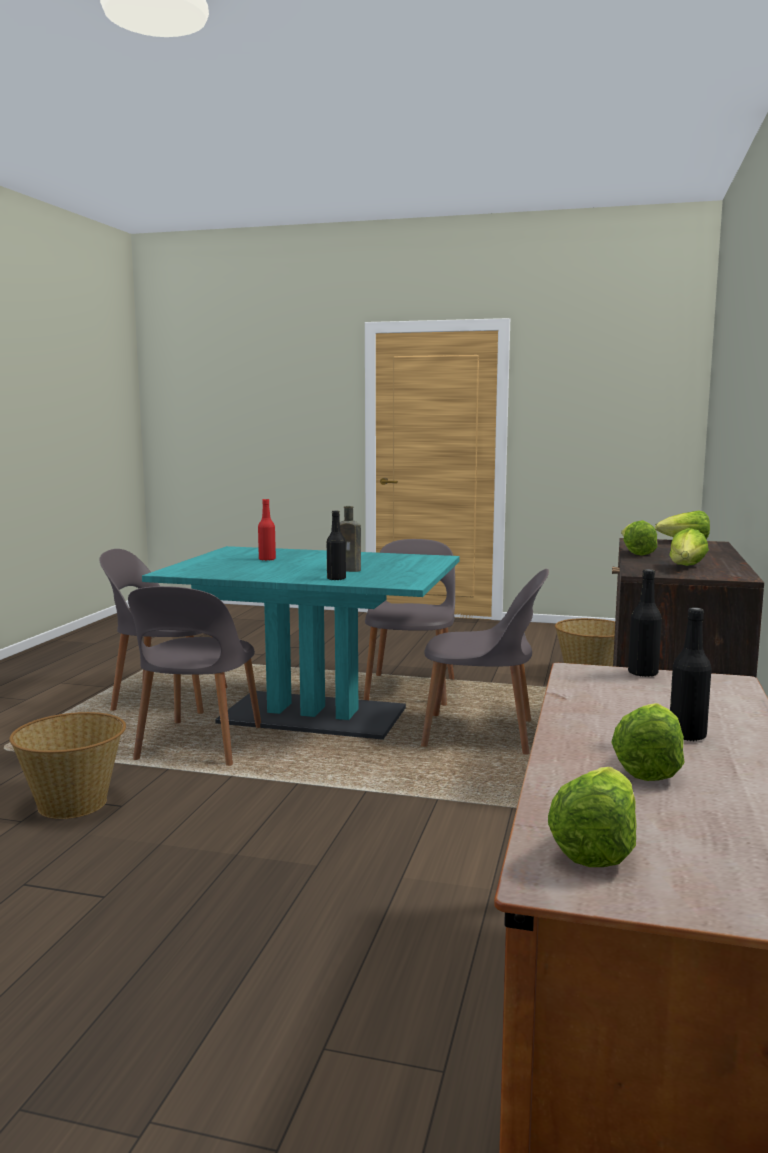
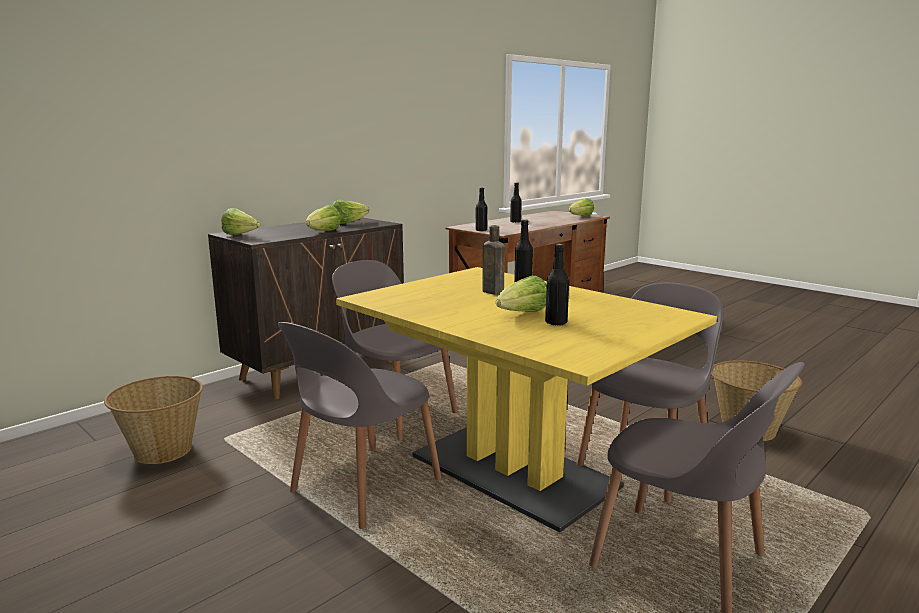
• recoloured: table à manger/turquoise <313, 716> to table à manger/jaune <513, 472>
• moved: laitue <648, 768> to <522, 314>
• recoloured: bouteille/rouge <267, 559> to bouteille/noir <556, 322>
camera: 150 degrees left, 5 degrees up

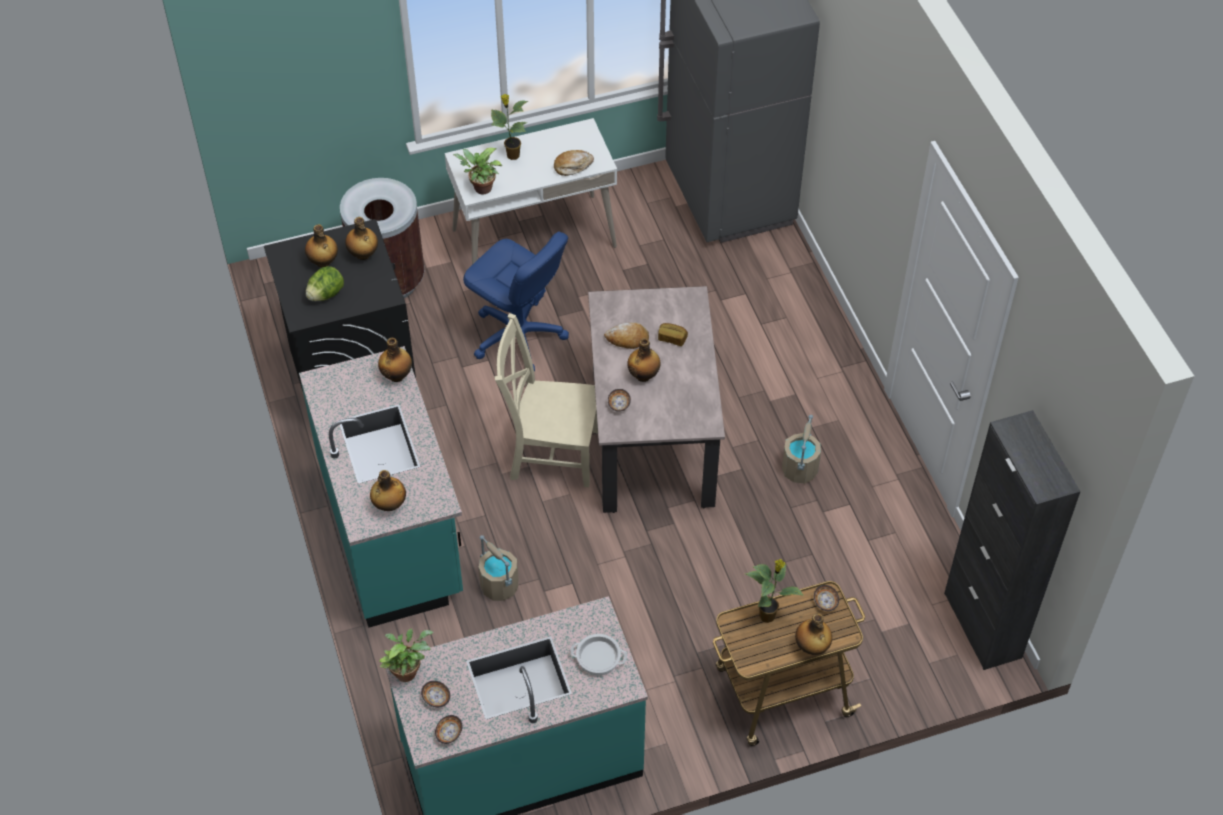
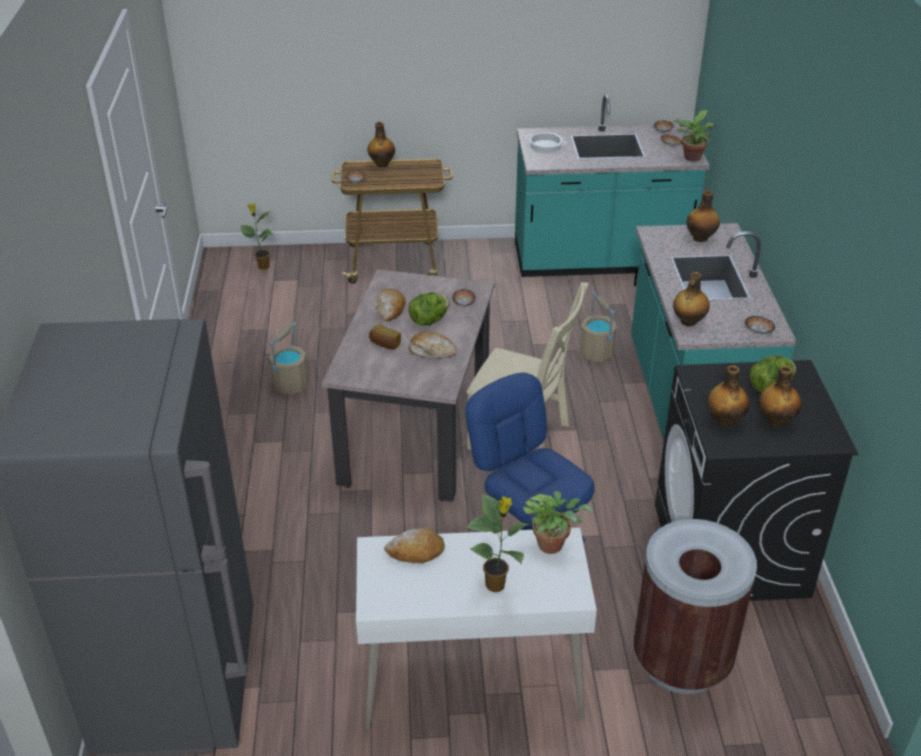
• moved: plante en pot <768, 615> to <262, 266>
• added: pain <390, 309>
• replaced: bouteille <644, 375> to laitue <429, 320>
• added: bol <758, 331>
• removed: meuble de rangement/noir <982, 625>
camera: 165 degrees left, 15 degrees down

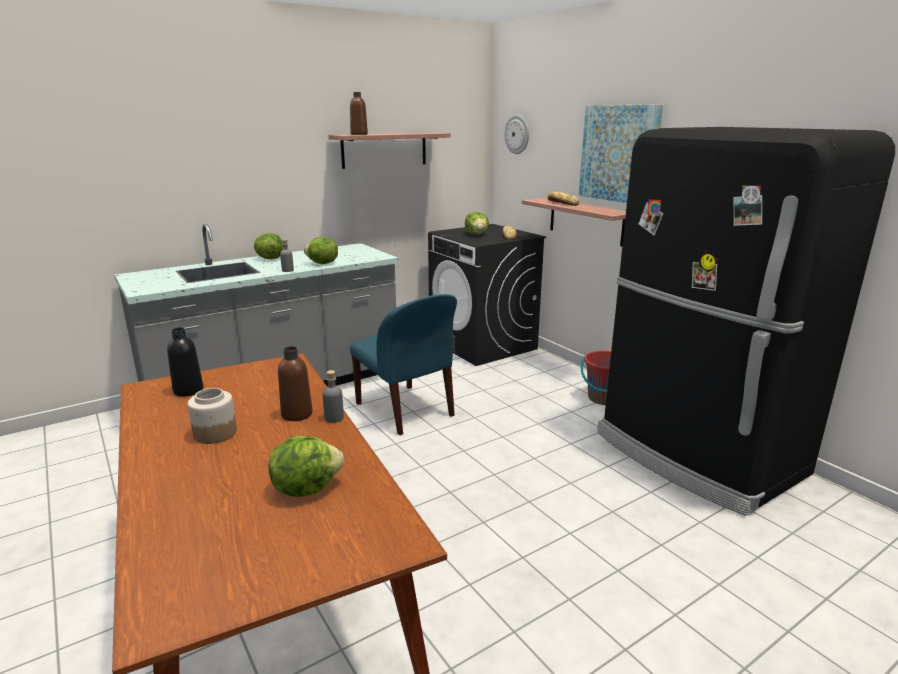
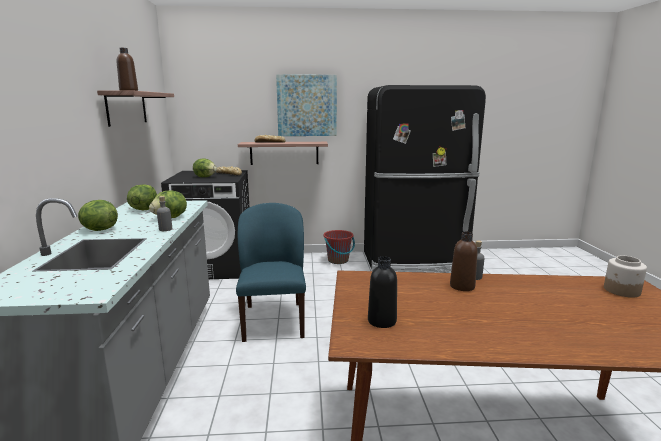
• moved: laitue <306, 488> to <144, 209>
• turned: chaise/bleu <406, 410> = <274, 320> 90 degrees counterclockwise
• moved: bocal <214, 433> to <621, 291>
• removed: horloge murale <517, 134>
camera: 60 degrees left, 5 degrees down

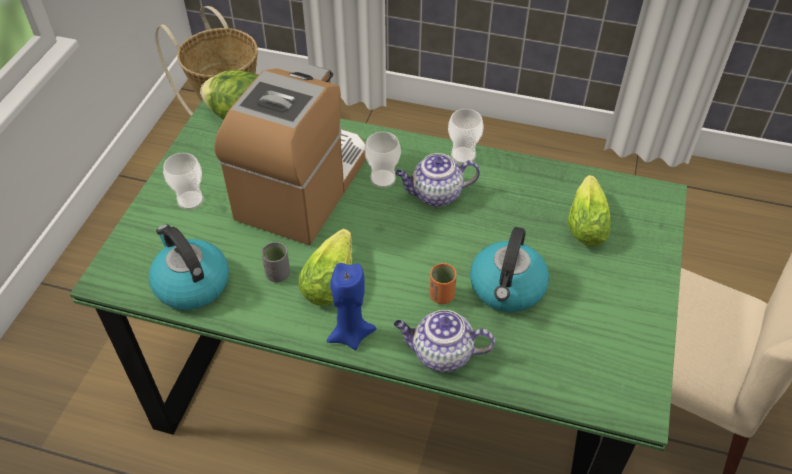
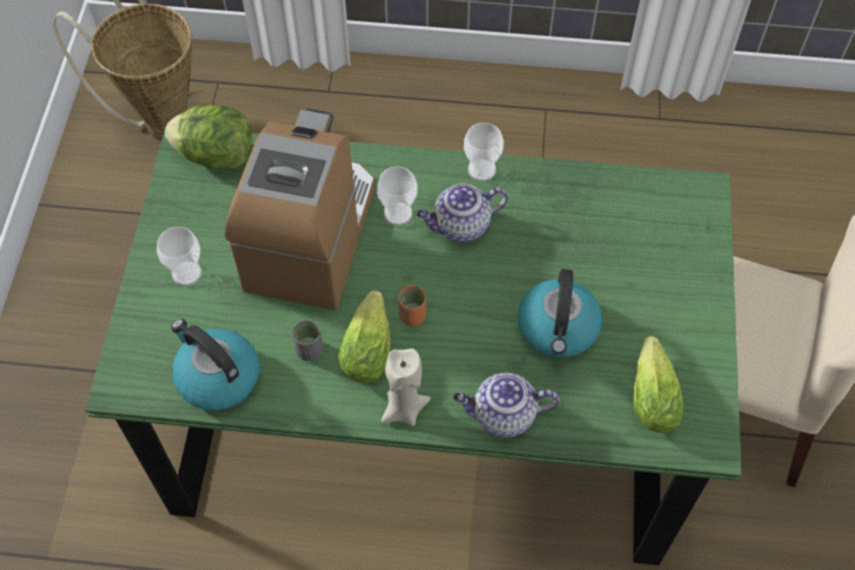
• recoloured: bougie/bleu <350, 335> to bougie/beige <404, 409>
• moved: tasse/orange <441, 296> to <412, 316>
• moved: laitue <586, 222> to <652, 393>
camera: 10 degrees left, 10 degrees up

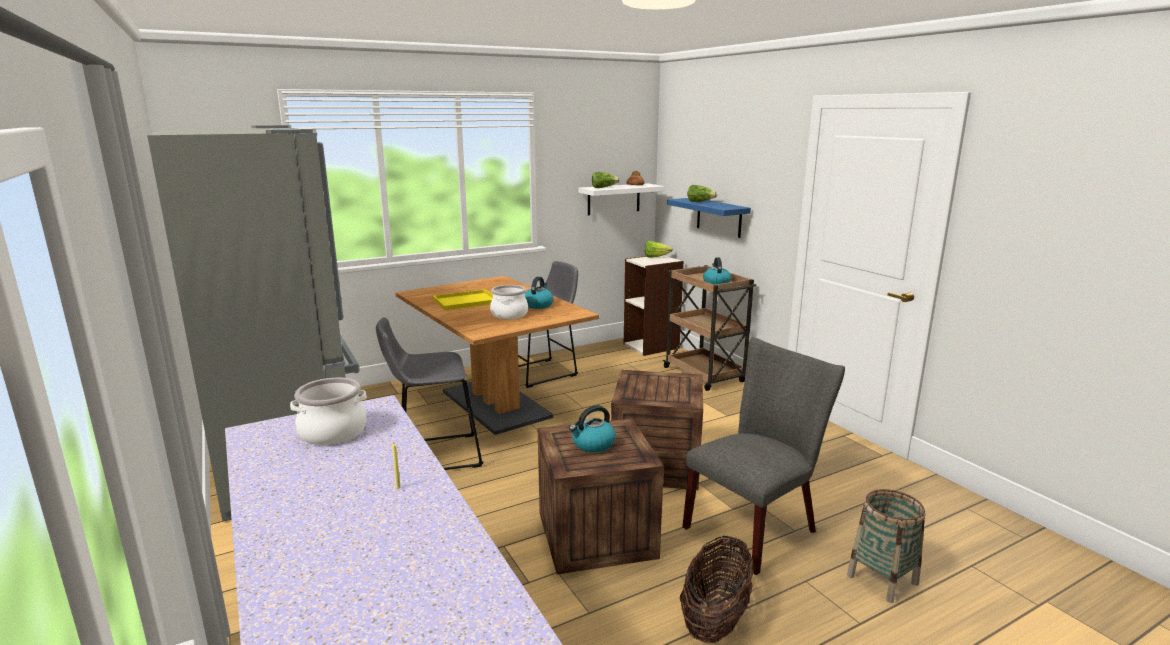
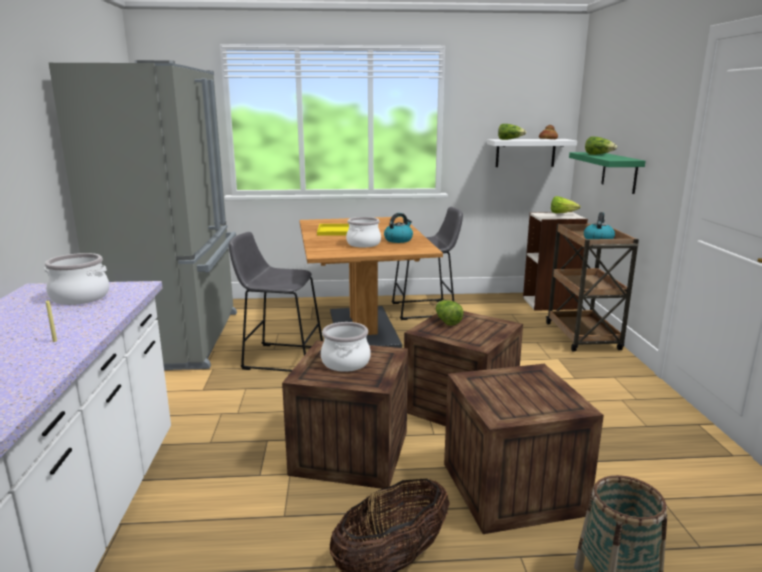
• replaced: bouilloire <593, 444> to marmite <346, 362>
• added: laitue <447, 321>
• replaced: chaise/gris <756, 527> to caisse <512, 488>
• recoloured: étagère/bleu <719, 217> to étagère/vert <619, 172>
camera: 25 degrees right, 0 degrees up

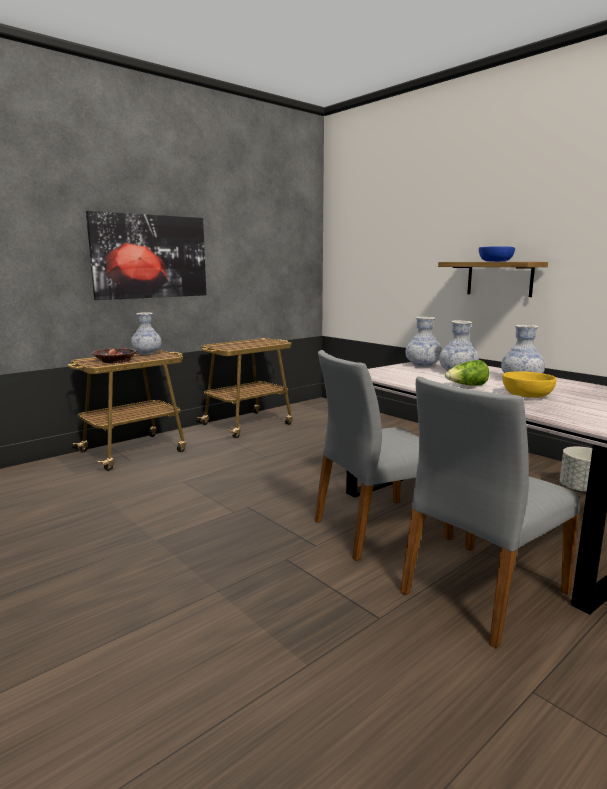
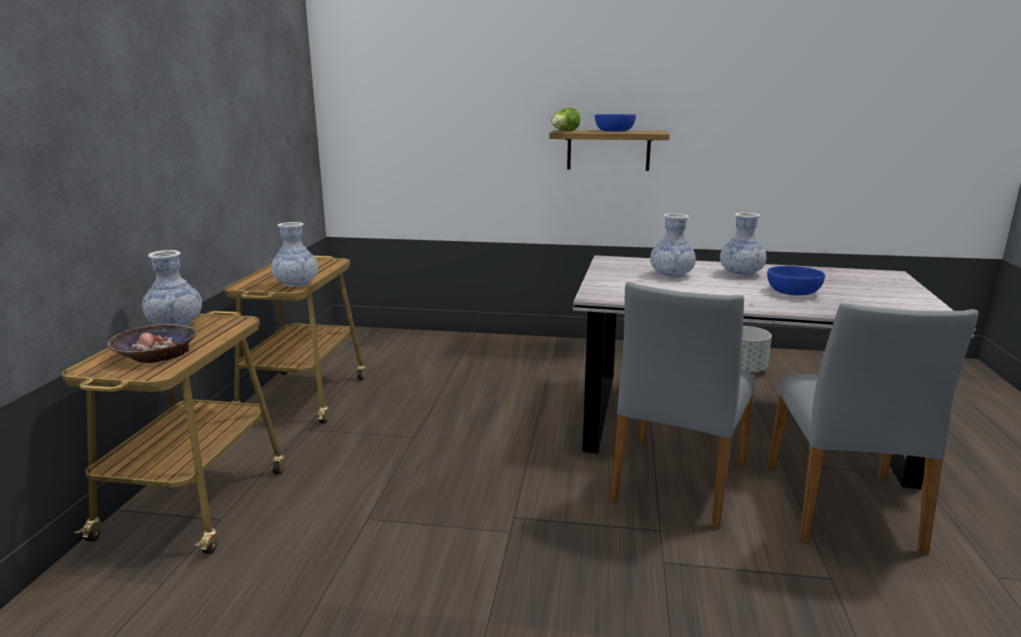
• moved: vase <422, 365> to <296, 283>
• moved: laitue <467, 386> to <564, 131>
• recoloured: bol/jaune <527, 395> to bol/bleu <792, 292>
• removed: tableau <150, 256>
camera: 40 degrees left, 5 degrees up

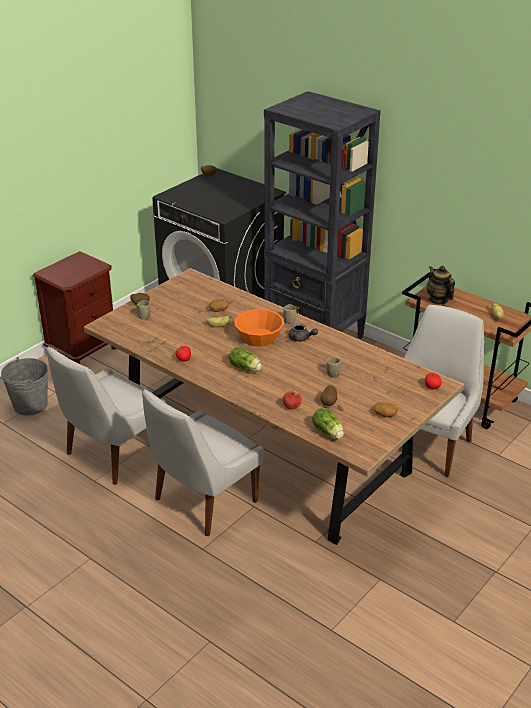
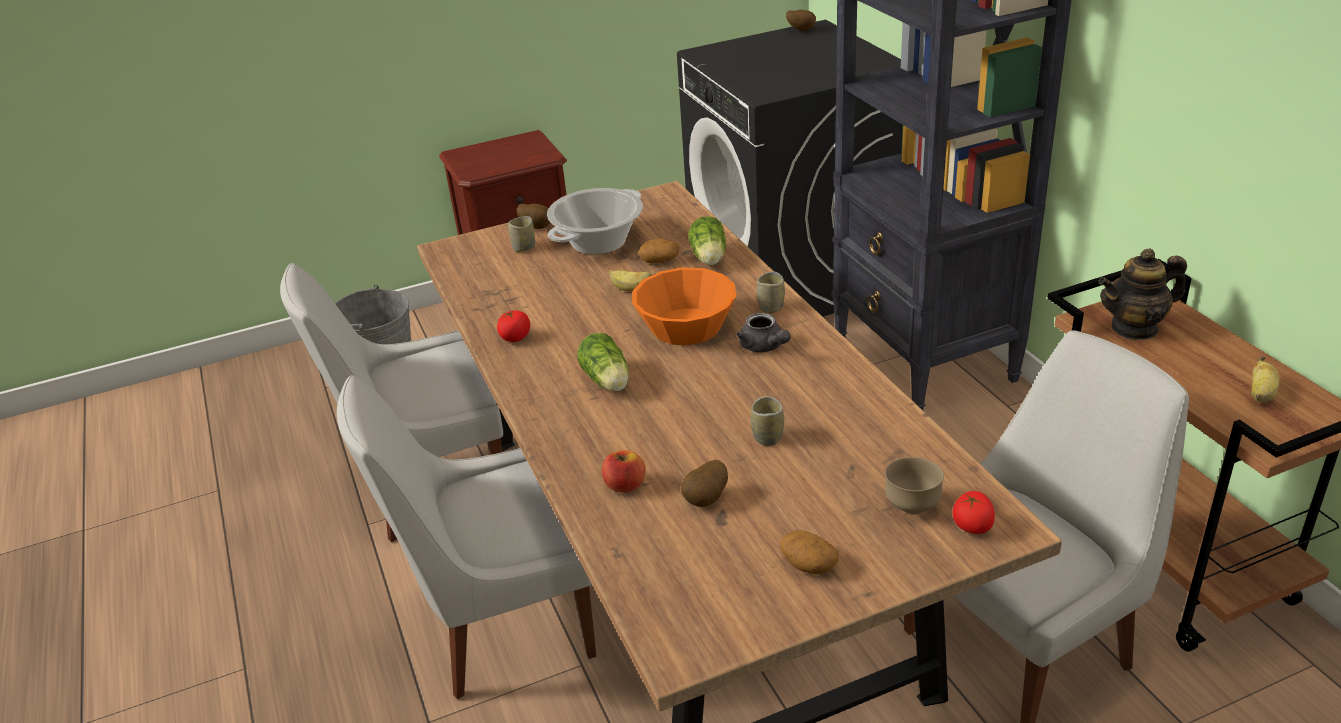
• added: marmite <599, 242>
• moved: laitue <328, 433> to <709, 258>
• added: bol/marron <912, 506>
• turned: théière <438, 300> = <1134, 328> 105 degrees counterclockwise
camera: 30 degrees right, 0 degrees up

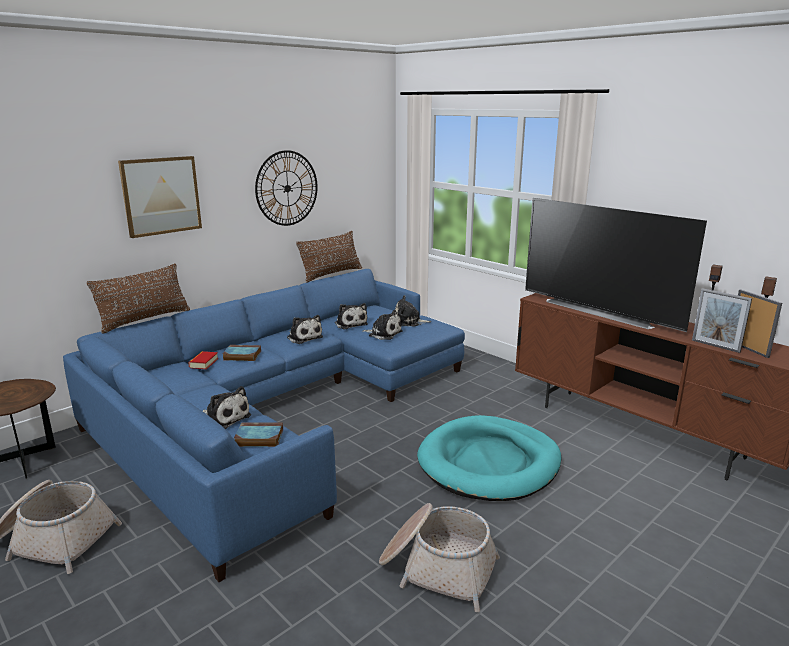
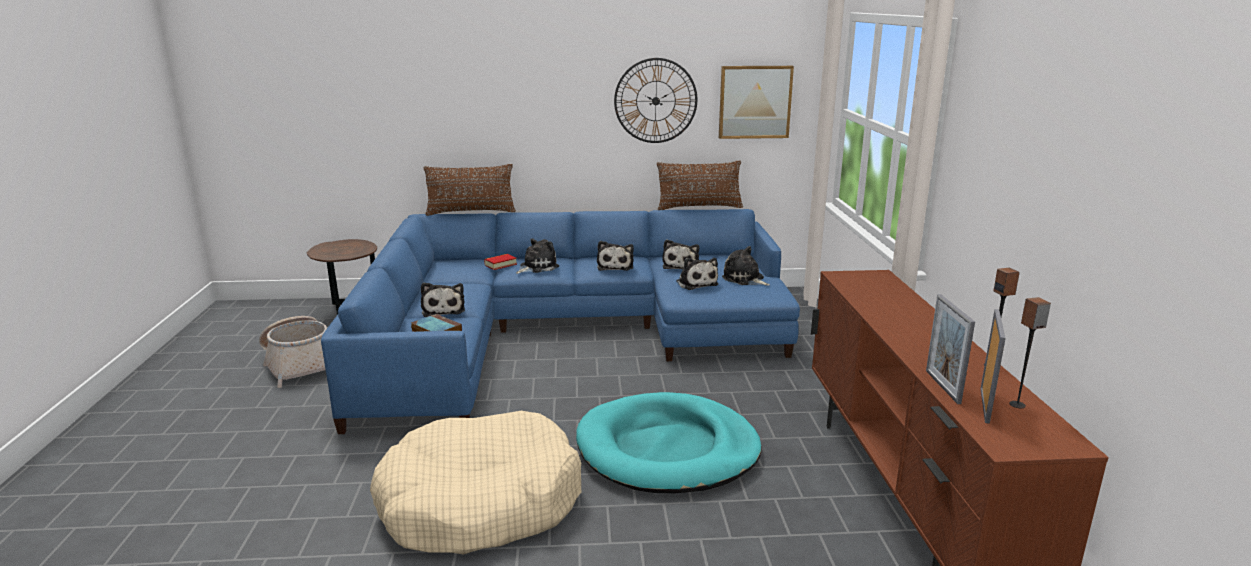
• replaced: panier <437, 567> to panier pour chien/beige <480, 503>
• replaced: livre <241, 356> to peluche <537, 267>
• moved: tableau <161, 196> to <755, 102>
• removed: téléviseur <601, 311>
camera: 40 degrees right, 0 degrees up

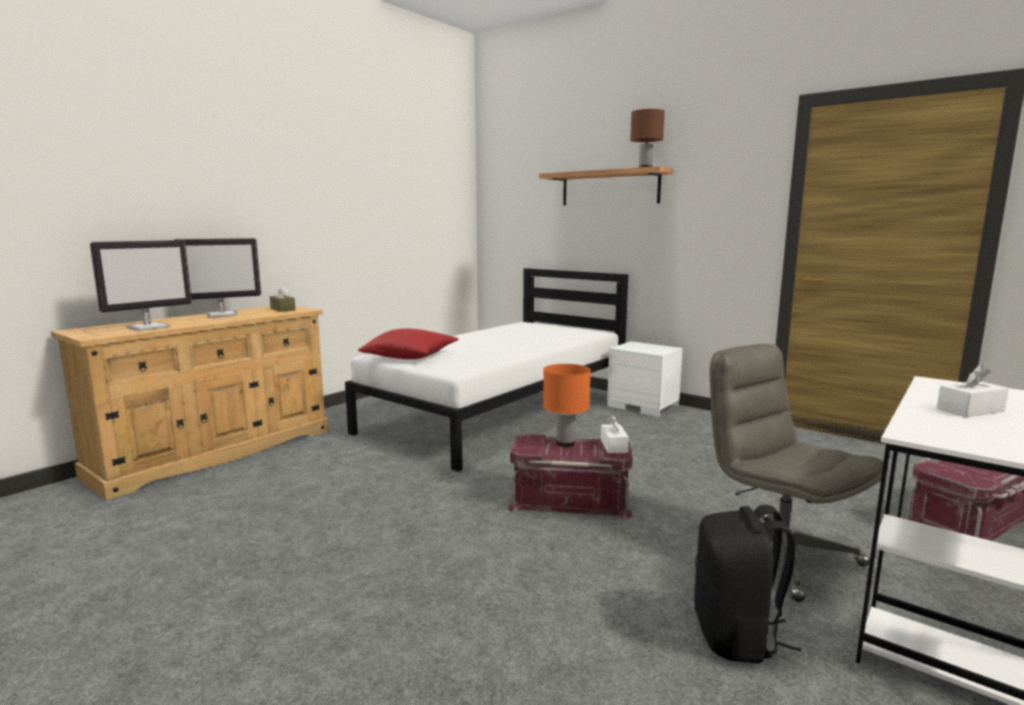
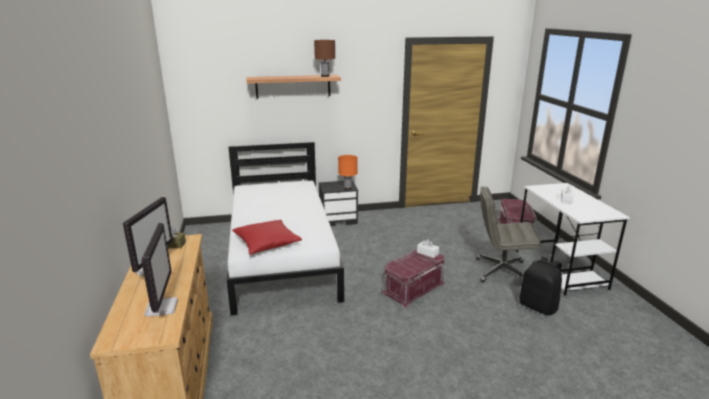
• recoloured: table de chevet/blanc <644, 406> to table de chevet/noir <338, 219>
• moved: lampe de table/orange <565, 443> to <348, 188>
camera: 50 degrees left, 10 degrees up

